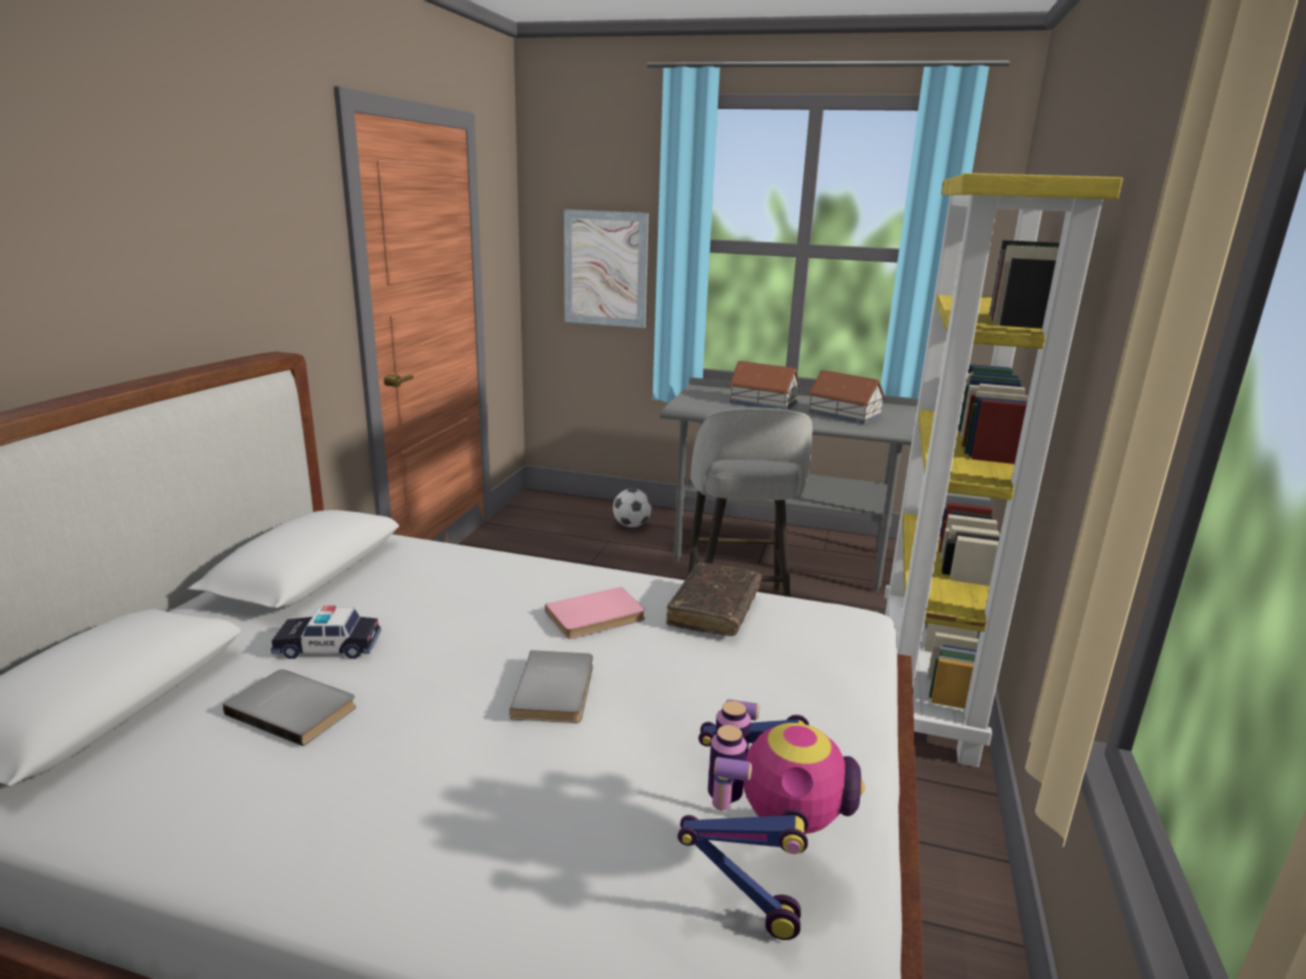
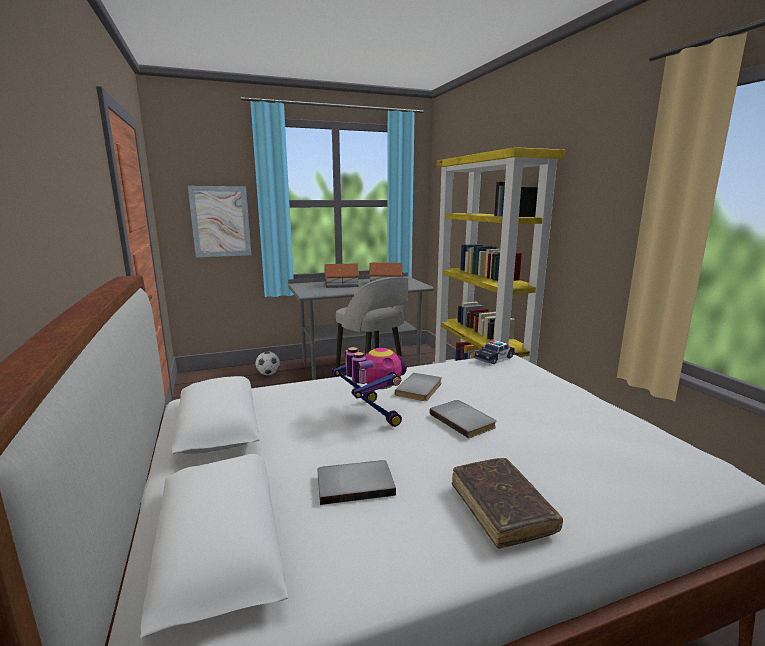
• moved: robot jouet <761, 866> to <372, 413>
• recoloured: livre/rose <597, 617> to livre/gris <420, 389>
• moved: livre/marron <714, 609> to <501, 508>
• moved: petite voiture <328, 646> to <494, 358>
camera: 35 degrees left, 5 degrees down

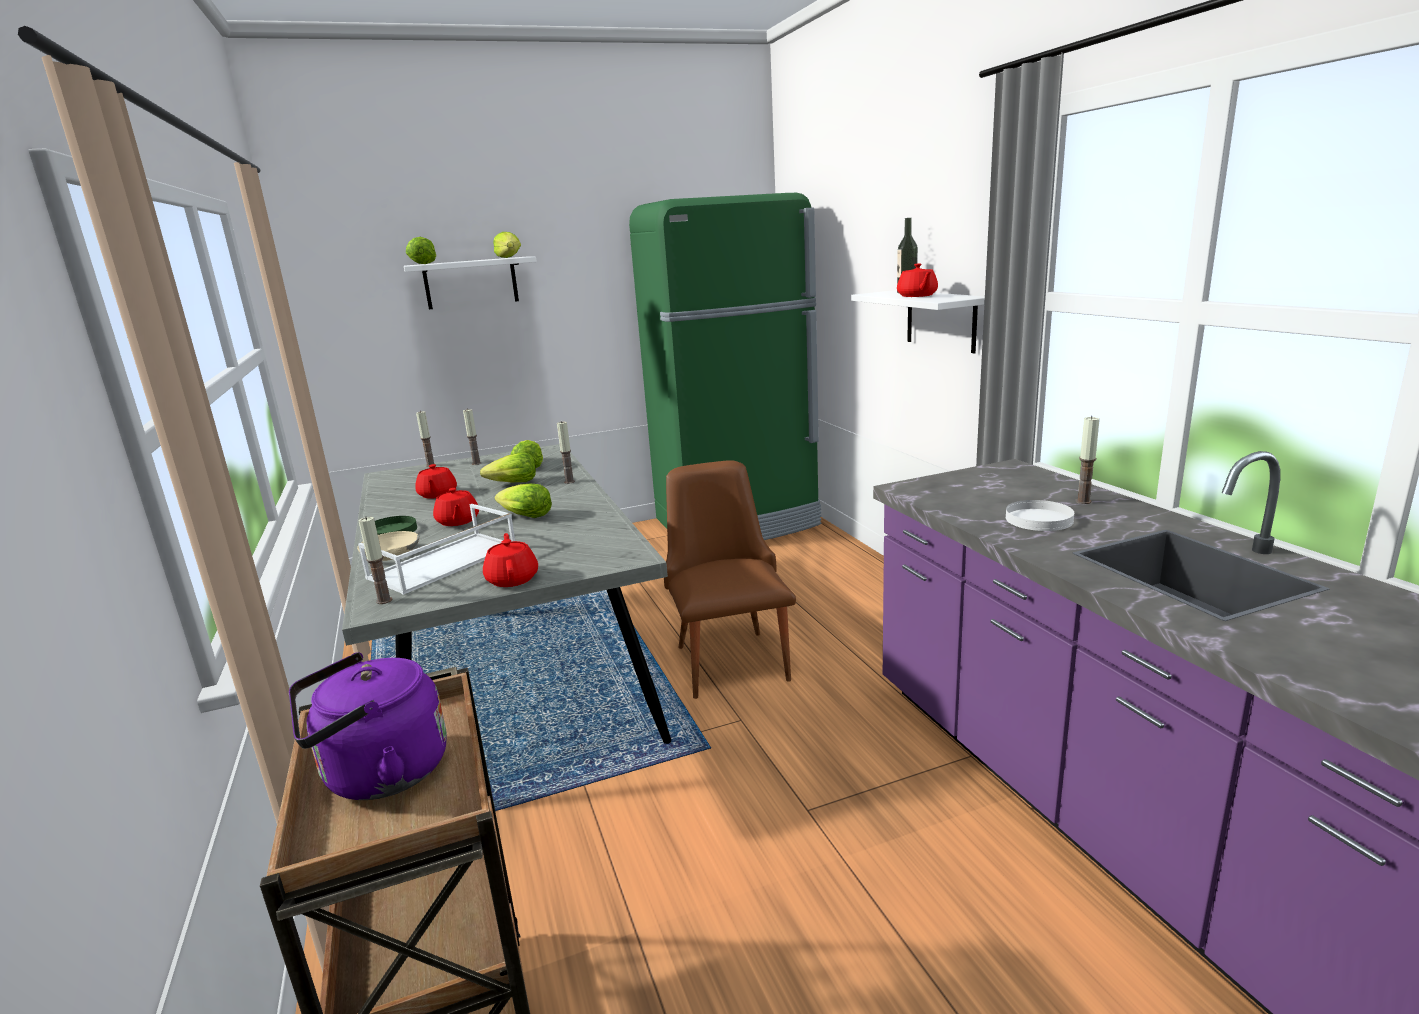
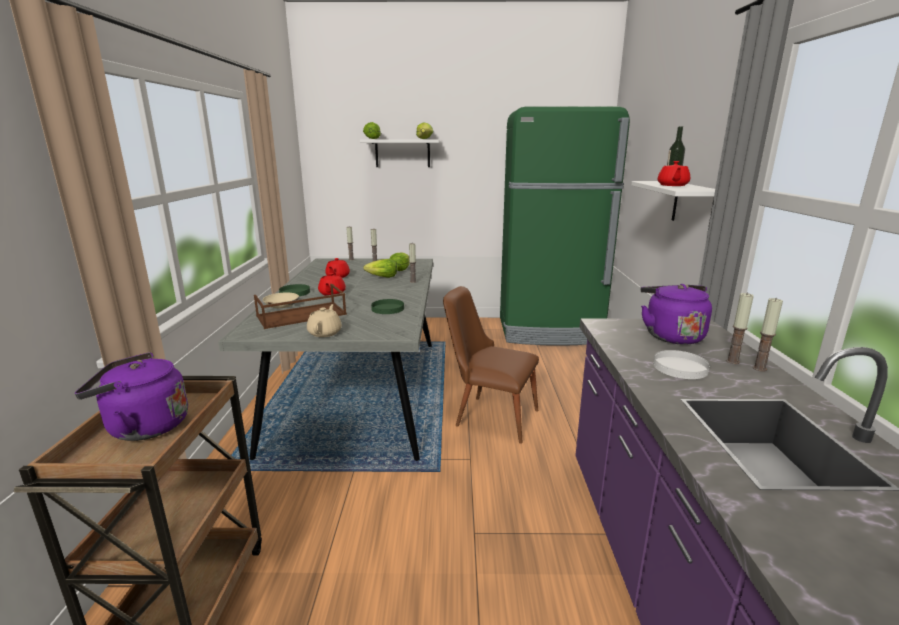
• recoloured: plateau/blanc <443, 563> to plateau/marron <301, 315>
• recoloured: théière/rouge <512, 579> to théière/beige <325, 332>
• added: assiette/vert <388, 308>
• turned: chaise/marron <729, 656> = <489, 415> 75 degrees counterclockwise
• added: bouilloire/violet <671, 335>
• moved: bougie <384, 600> to <759, 368>
• removed: laitue <525, 516>
camera: 20 degrees right, 0 degrees up

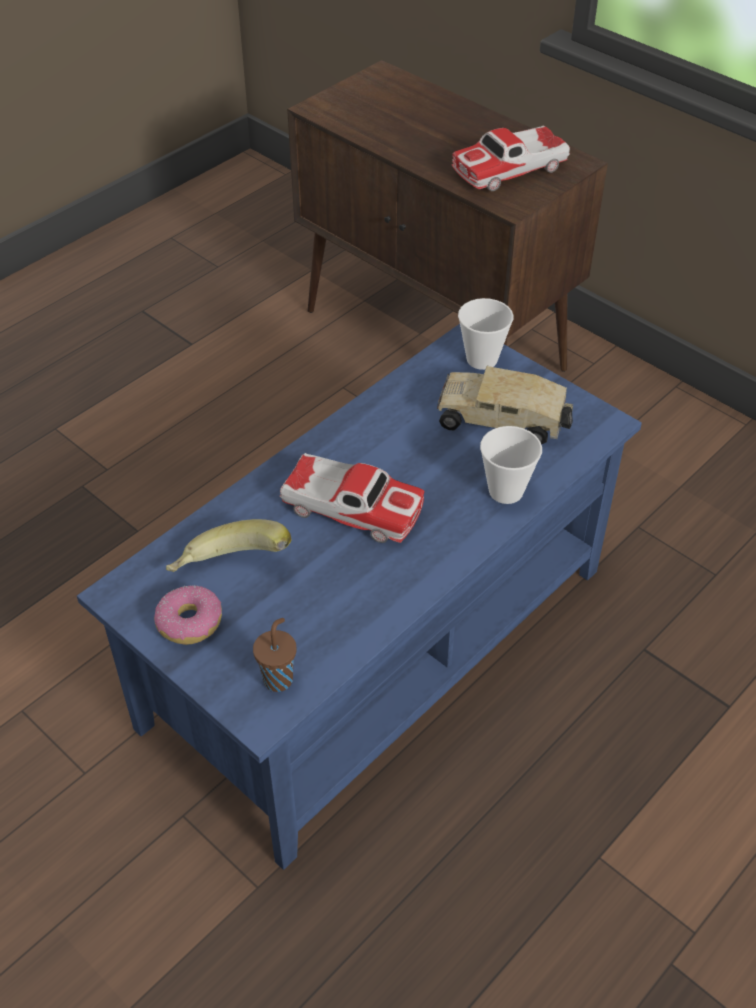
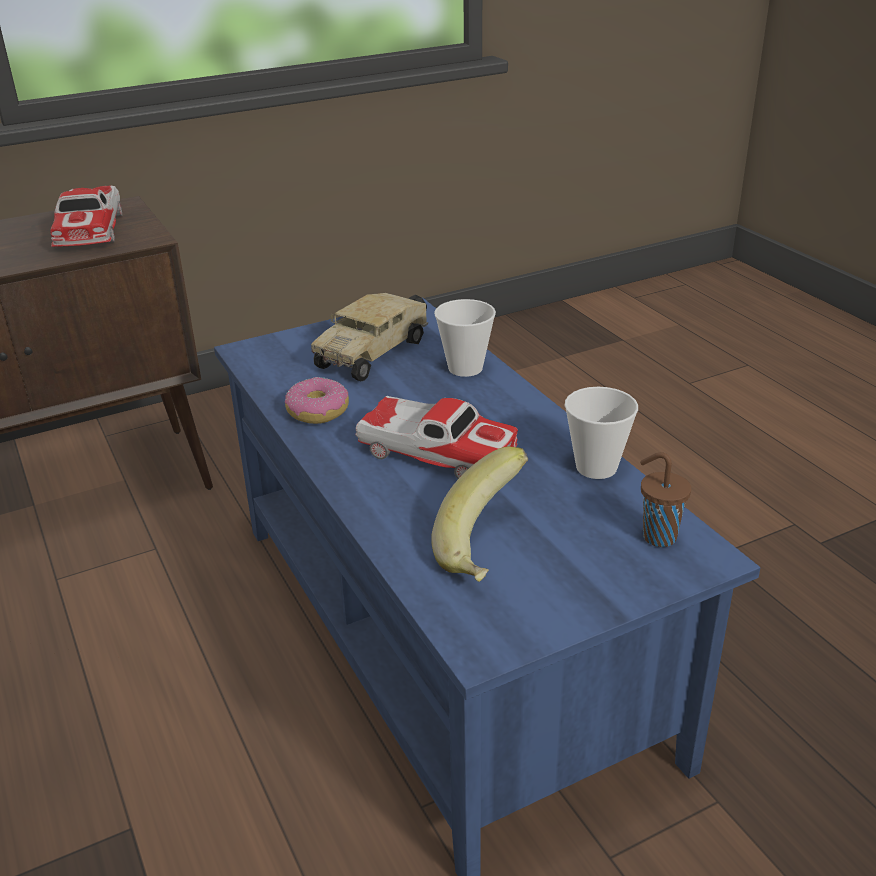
• moved: beignet <190, 622> to <317, 411>
• turned: petite voiture <351, 507> = <436, 452> 75 degrees clockwise
• moved: tasse <482, 359> to <596, 467>
camera: 70 degrees left, 15 degrees down

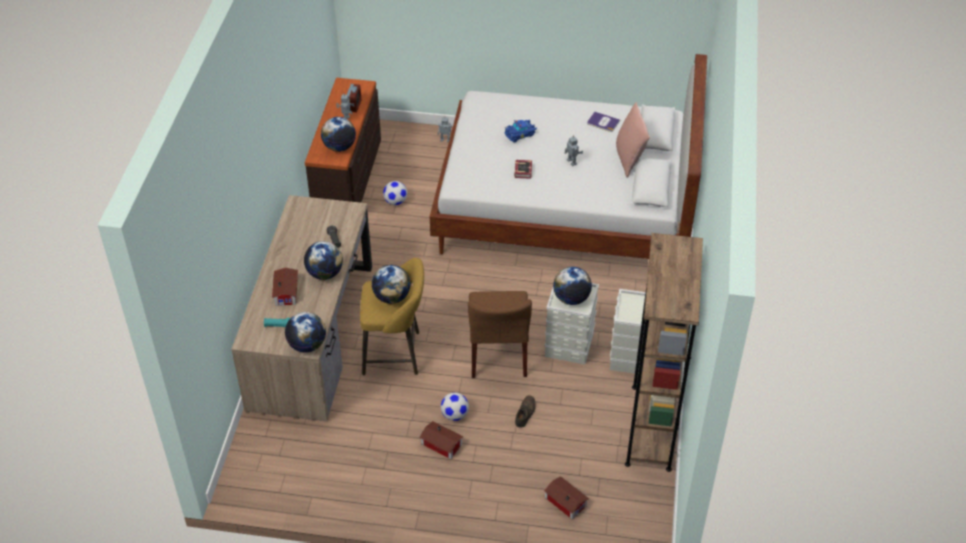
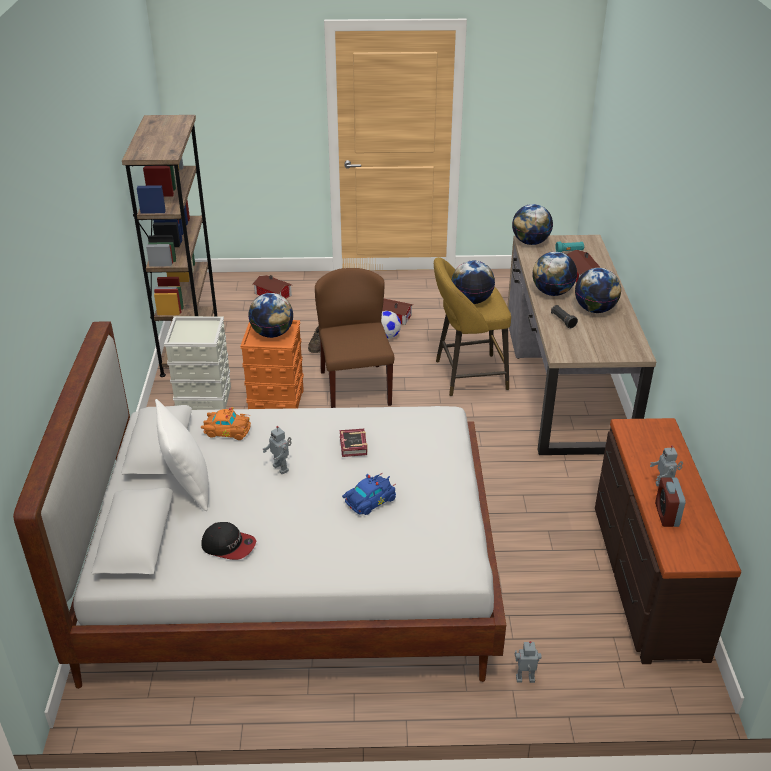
• recoloured: coussin/rose <629, 159> to coussin/blanc <188, 485>
• added: petite voiture/orange <226, 430>
• replaced: livre <603, 122> to casquette <229, 545>
• recoloured: boîte de rangement/gris <569, 345> to boîte de rangement/orange <276, 403>
• moved: globe <339, 147> to <595, 309>
• removed: ballon de foot <395, 202>
camera: 170 degrees right, 10 degrees down

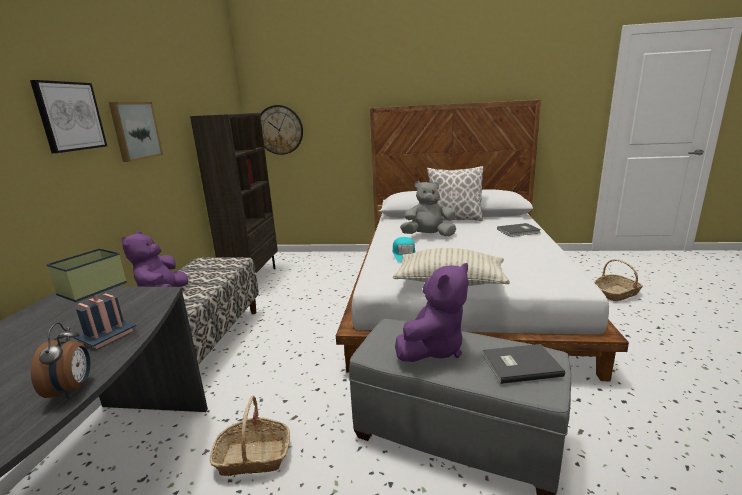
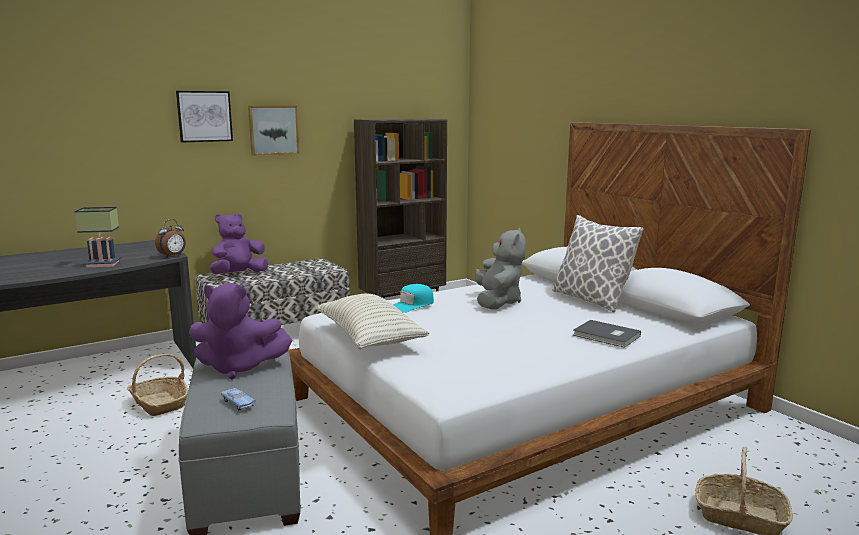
• moved: réveil <72, 389> to <173, 256>
• replaced: livre/gris <519, 364> to petite voiture/bleu <238, 403>
• turned: peluche/gris <428, 236> = <497, 302> 45 degrees clockwise
• removed: horloge murale <279, 130>
camera: 50 degrees right, 5 degrees down

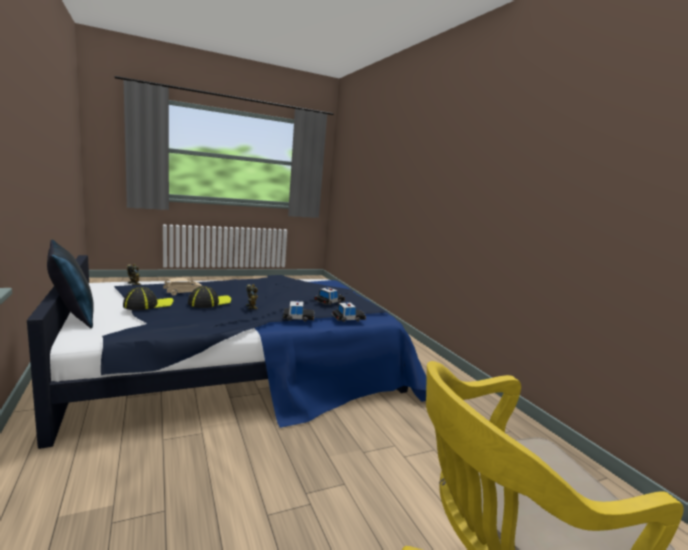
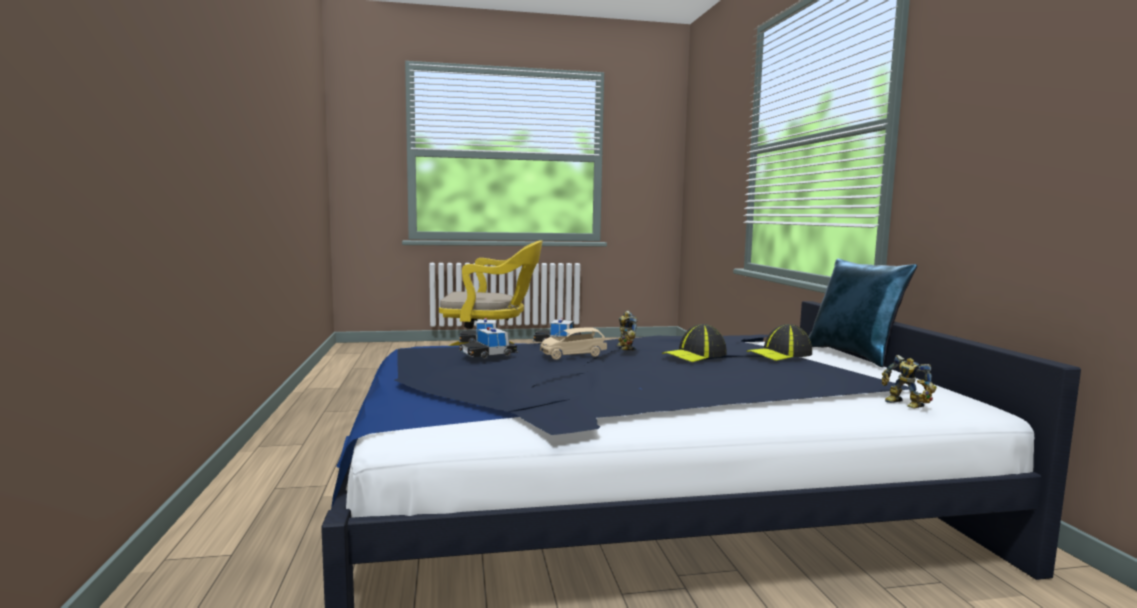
• moved: petite voiture/beige <183, 292> to <572, 355>
camera: 165 degrees left, 5 degrees down

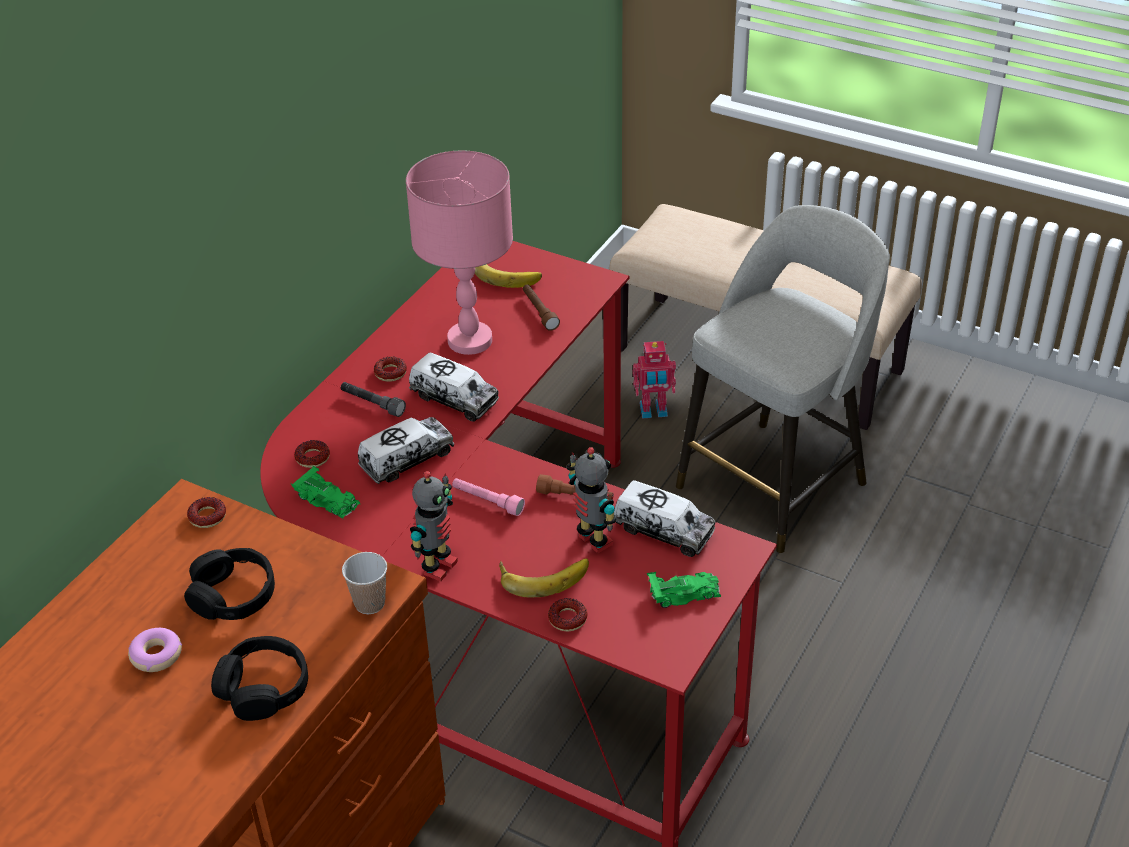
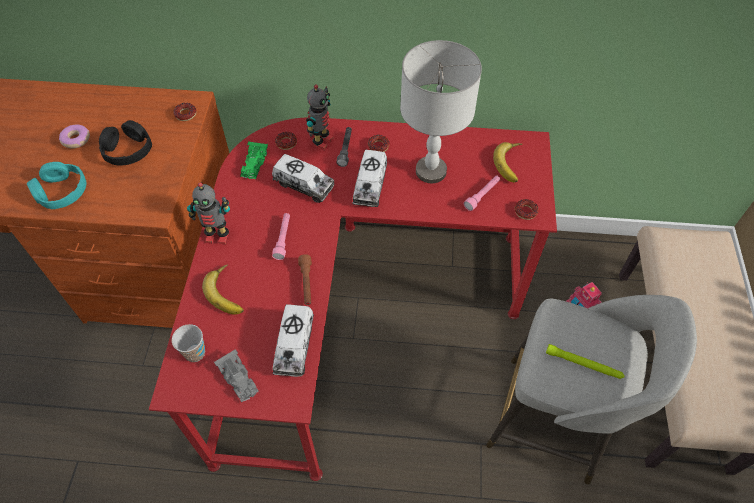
• recoloured: casque audio/noir <263, 688> to casque audio/turquoise <61, 191>
• moved: tasse <369, 603> to <195, 353>
• recoloured: petite voiture/vert <684, 593> to petite voiture/gris <238, 379>
• moved: robot jouet <593, 542> to <322, 141>
• recoloured: lampe de table/rose <469, 341> to lampe de table/gris <430, 171>
• recoloured: lampe de poche/marron <539, 312> to lampe de poche/rose <482, 195>
• moved: beignet <567, 618> to <525, 211>
• added: lampe de poche/vert <584, 364>
camera: 65 degrees right, 15 degrees up

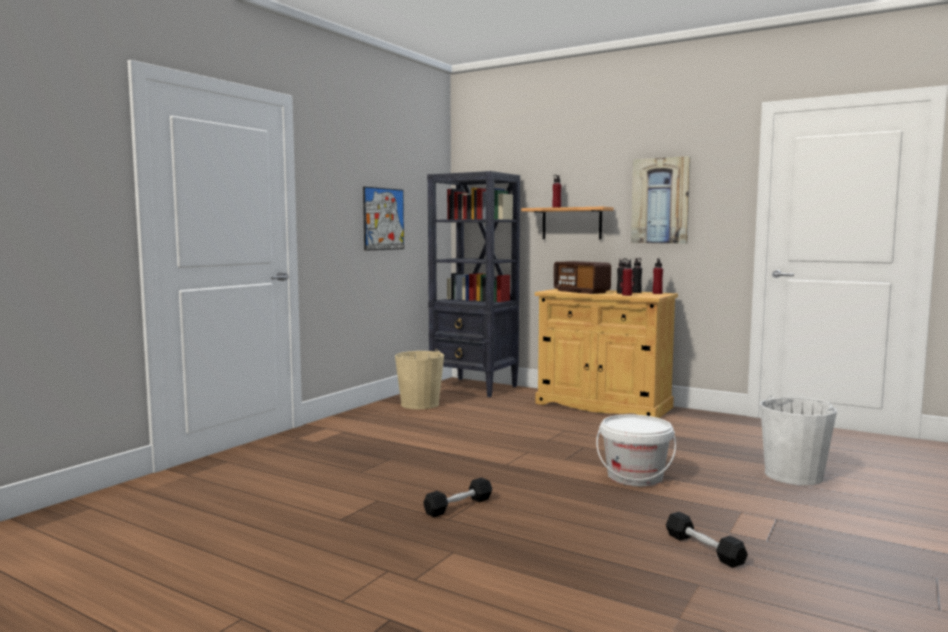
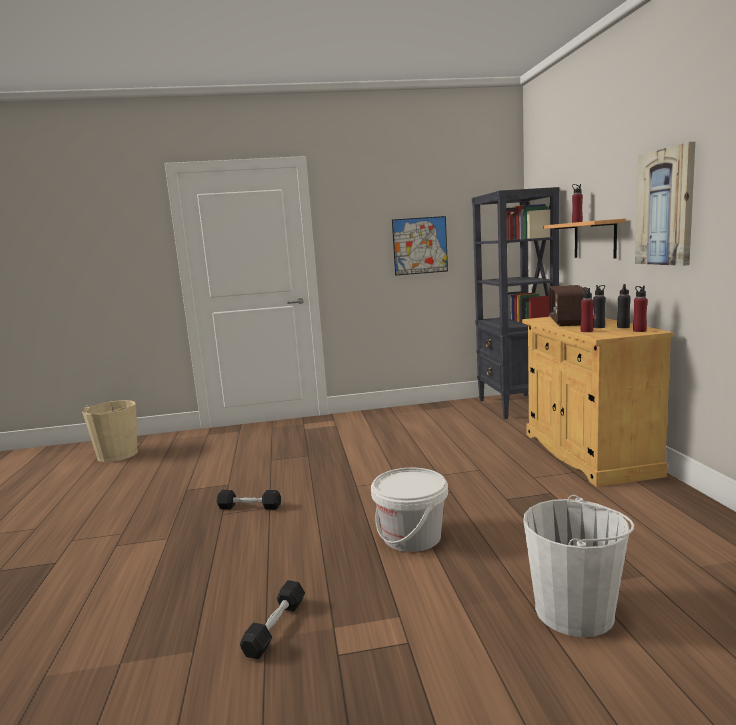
• moved: seau/beige <420, 404> to <117, 455>
camera: 50 degrees right, 5 degrees up

